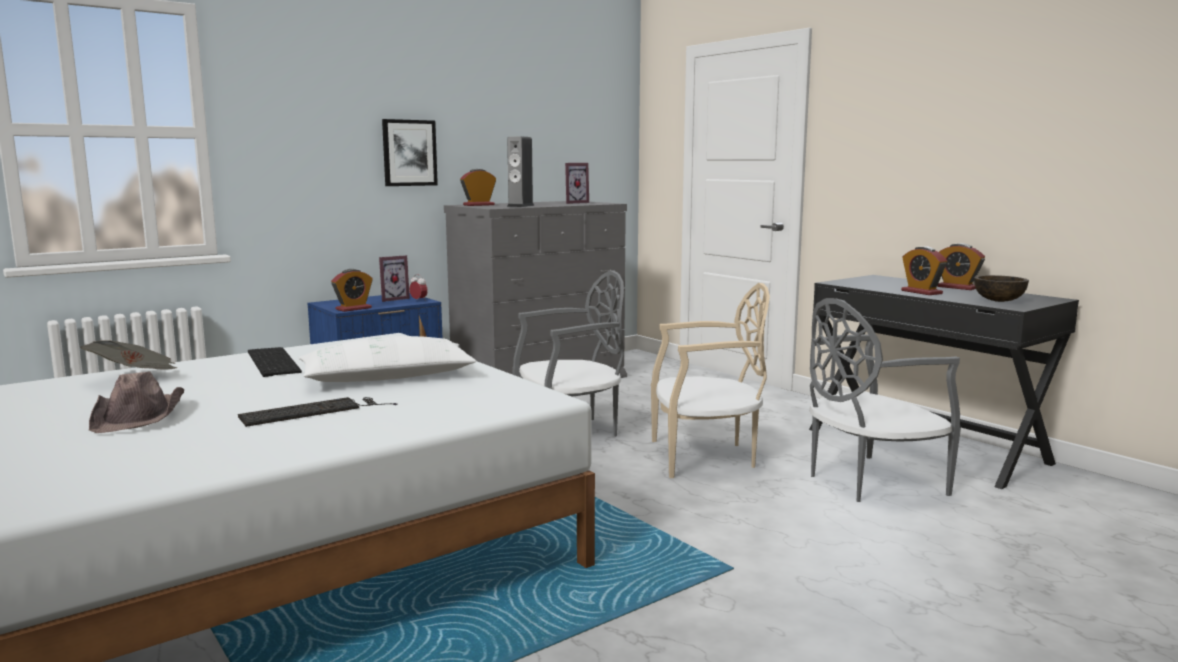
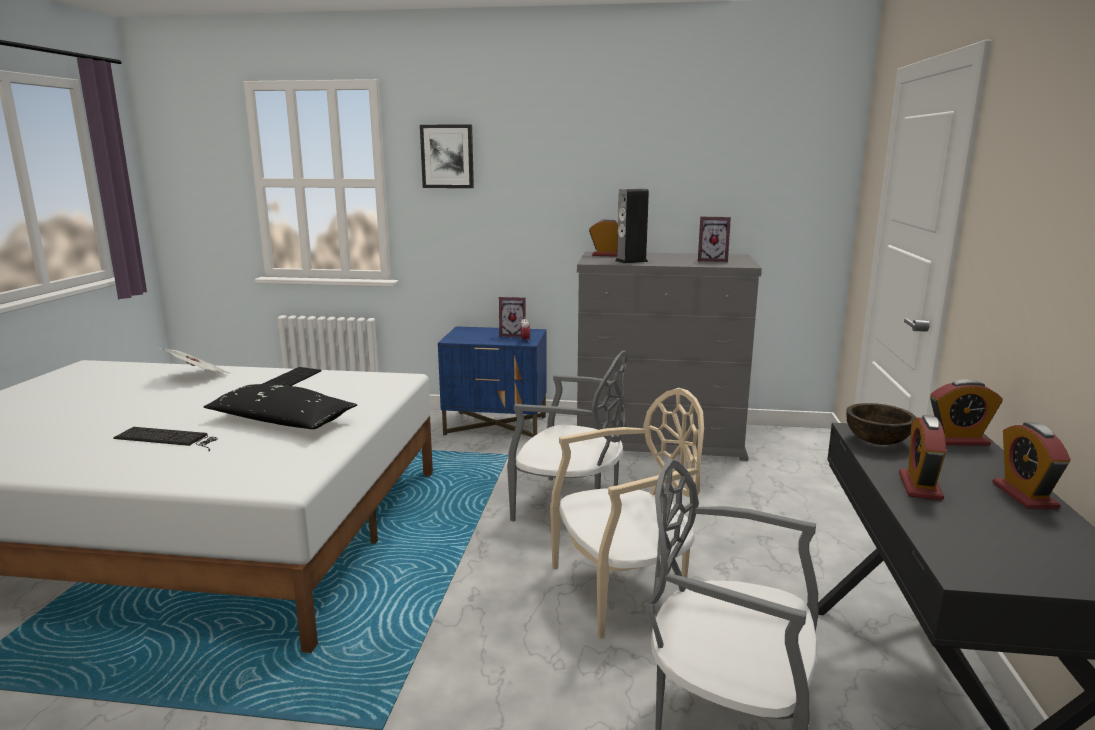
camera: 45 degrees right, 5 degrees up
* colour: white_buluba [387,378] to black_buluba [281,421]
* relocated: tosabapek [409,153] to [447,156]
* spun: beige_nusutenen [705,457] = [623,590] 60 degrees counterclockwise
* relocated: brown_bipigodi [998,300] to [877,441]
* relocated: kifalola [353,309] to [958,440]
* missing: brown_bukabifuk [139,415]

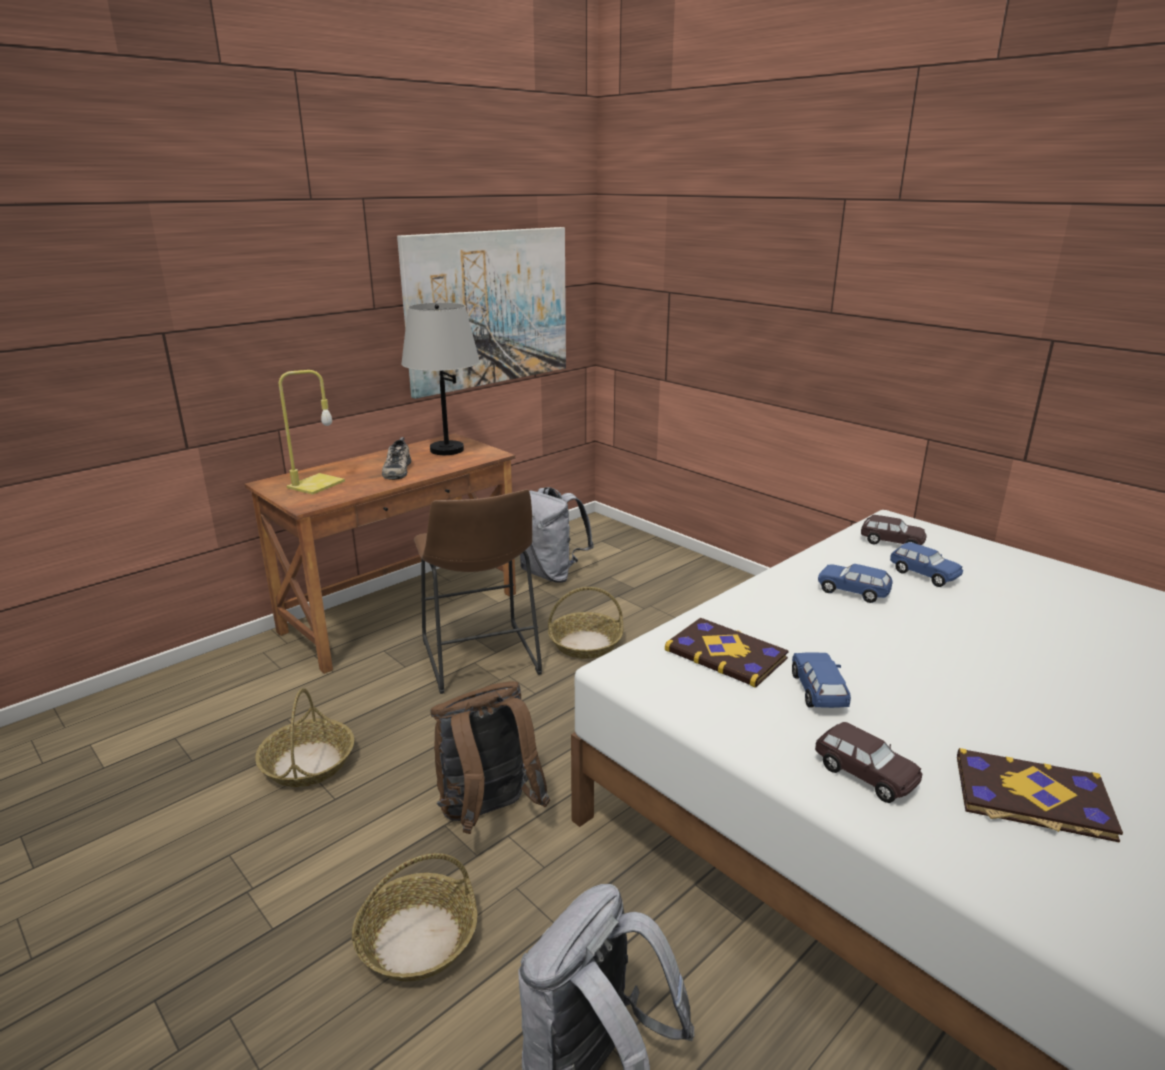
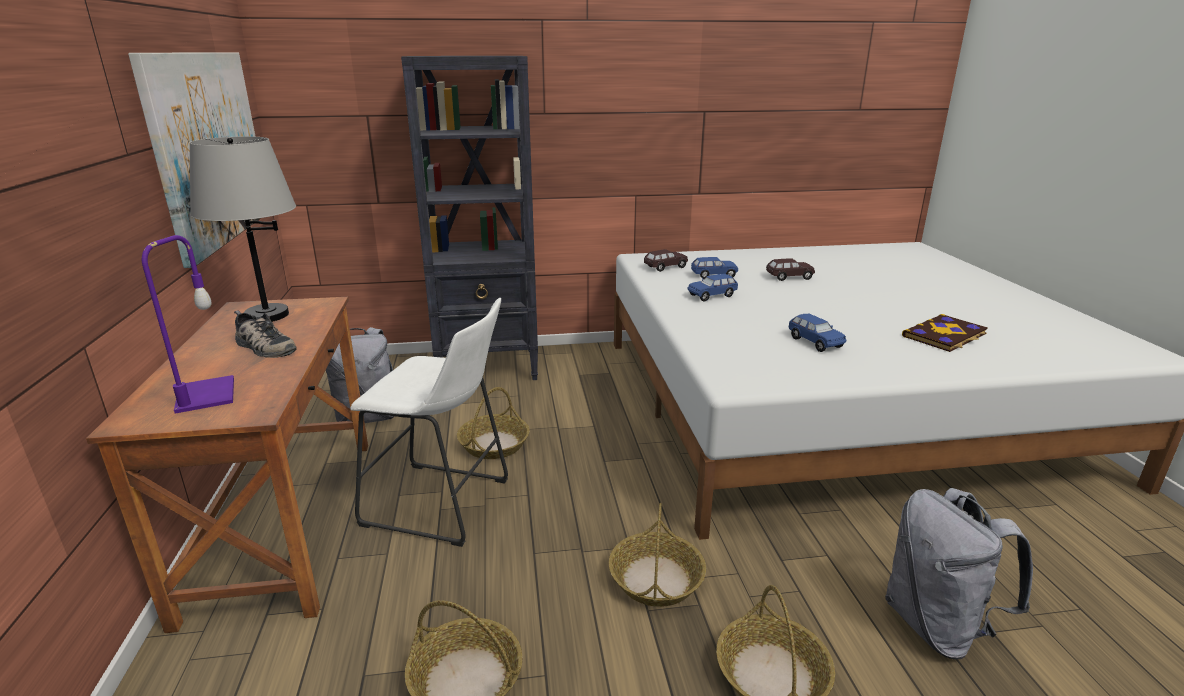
camera: 55 degrees left, 0 degrees up
* colour: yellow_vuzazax [315,485] to purple_vuzazax [206,395]
* colour: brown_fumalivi [481,661] to white_fumalivi [444,505]
* appeared: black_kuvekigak [489,367]
* exchanged: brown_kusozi [488,814] to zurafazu [656,580]
* relocated: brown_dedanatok [865,774] to [789,277]
* spun: blue_dedanatok [818,691] = [815,342] 150 degrees counterclockwise
* missing: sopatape [726,654]

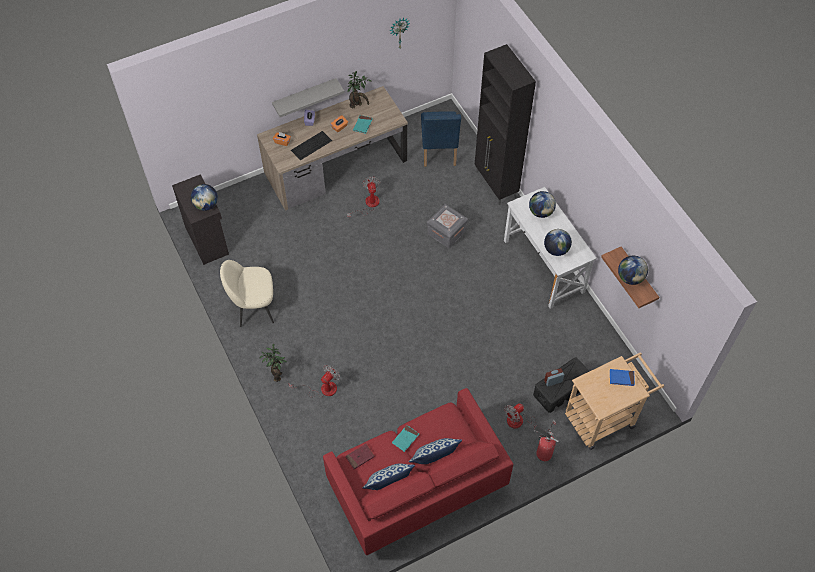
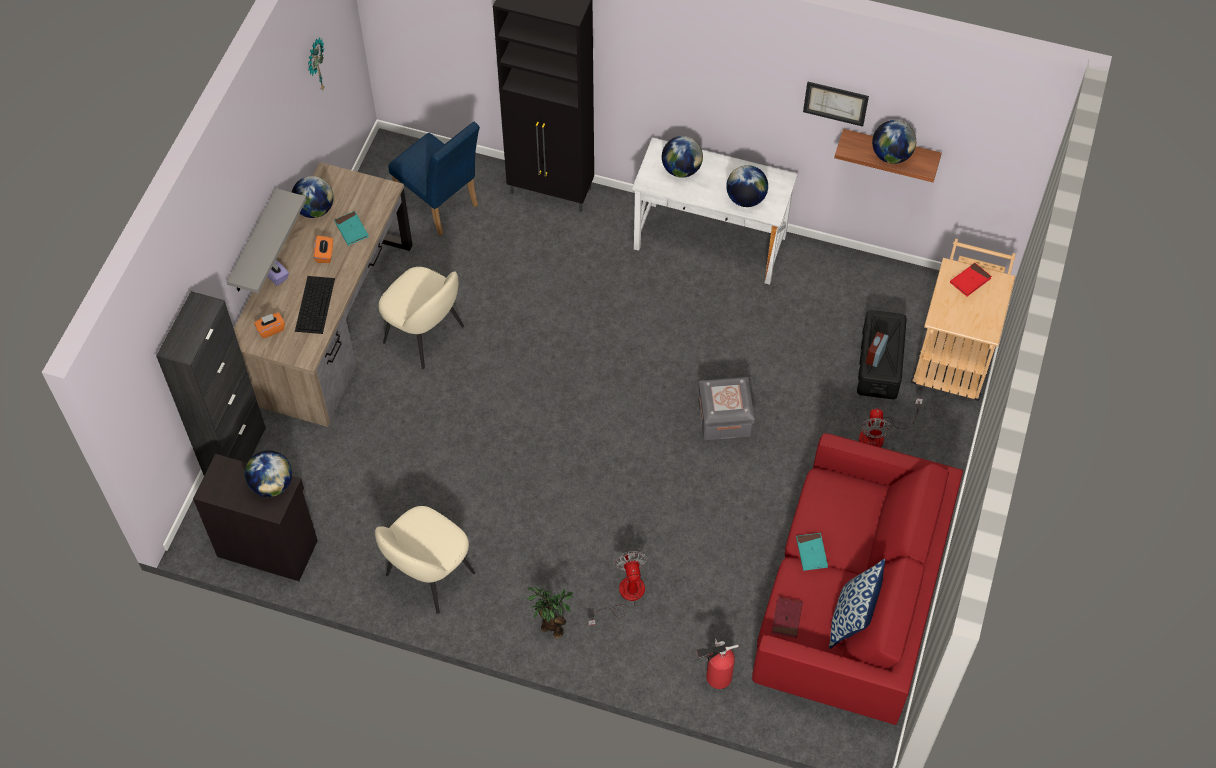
camera: 45 degrees left, 0 degrees up
* appeared: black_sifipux [236,454]
* exchanged: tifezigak [357,105] to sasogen [315,209]
* exchanged: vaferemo [368,205] to beige_nusutenen [425,335]
* relocated: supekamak [542,453] to [716,677]
* relocated: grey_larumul [446,232] to [724,418]
* appeared: tosabapek [835,103]
* colour: blue_sopatape [621,378] to red_sopatape [970,281]
* missing: buluba [434,459]

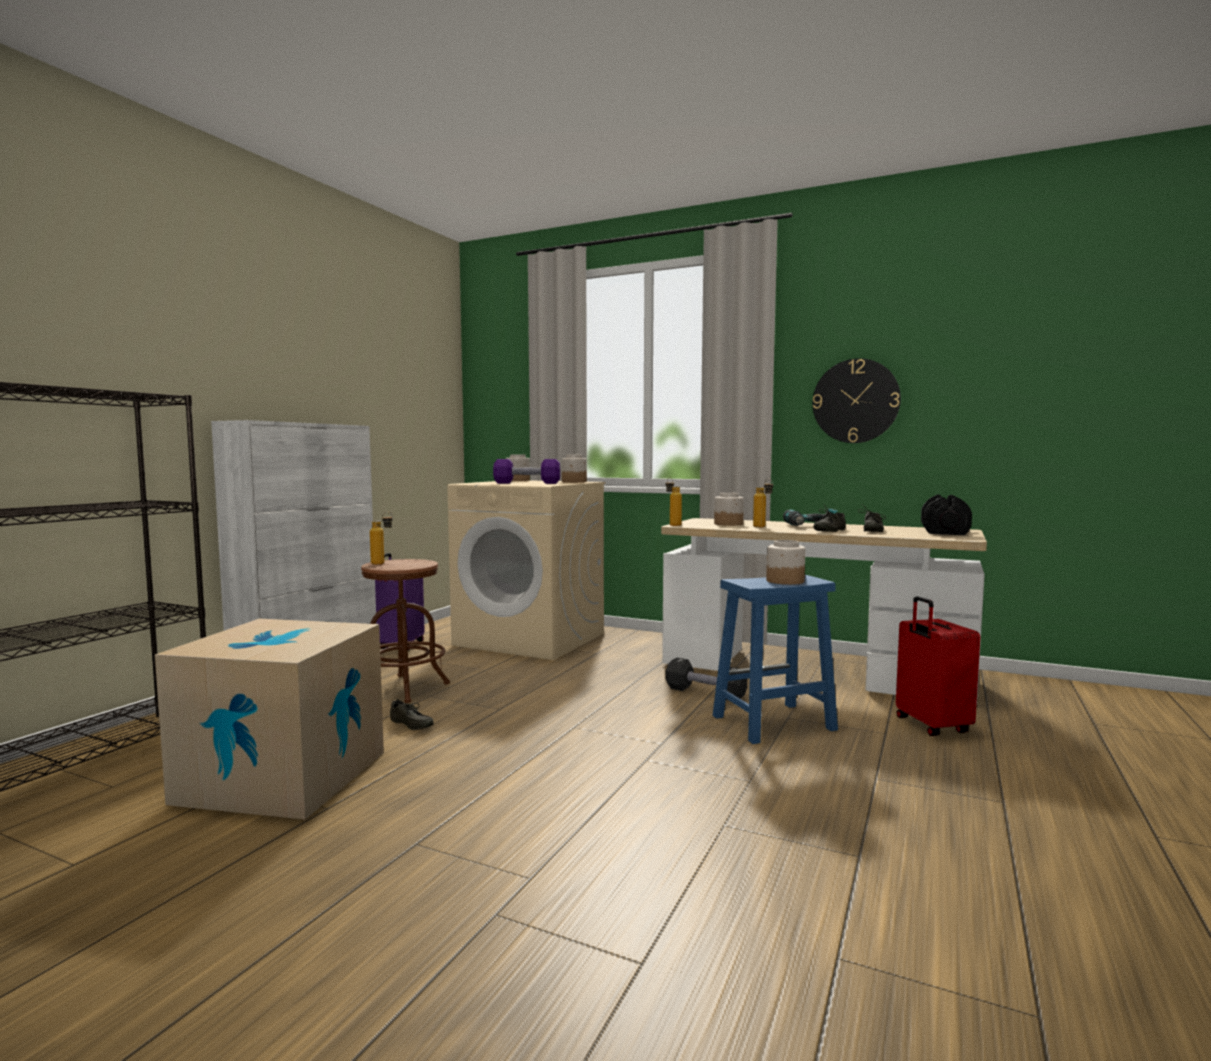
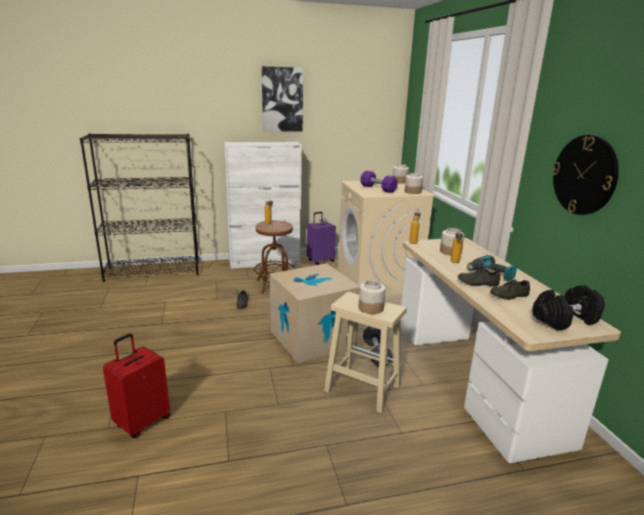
camera: 50 degrees right, 15 degrees up
* relocated: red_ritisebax [930,726] to [142,422]
* appeared: tosabapek [282,99]
* relocated: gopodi [283,776] to [312,338]
* colour: blue_fumalivi [772,723] to beige_fumalivi [361,388]

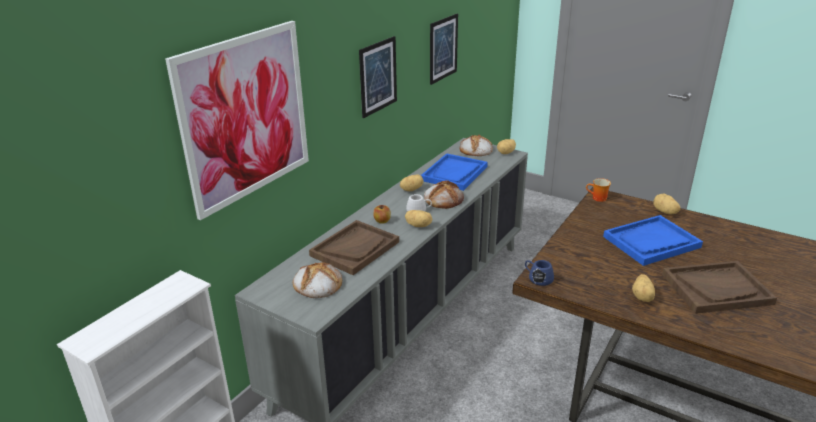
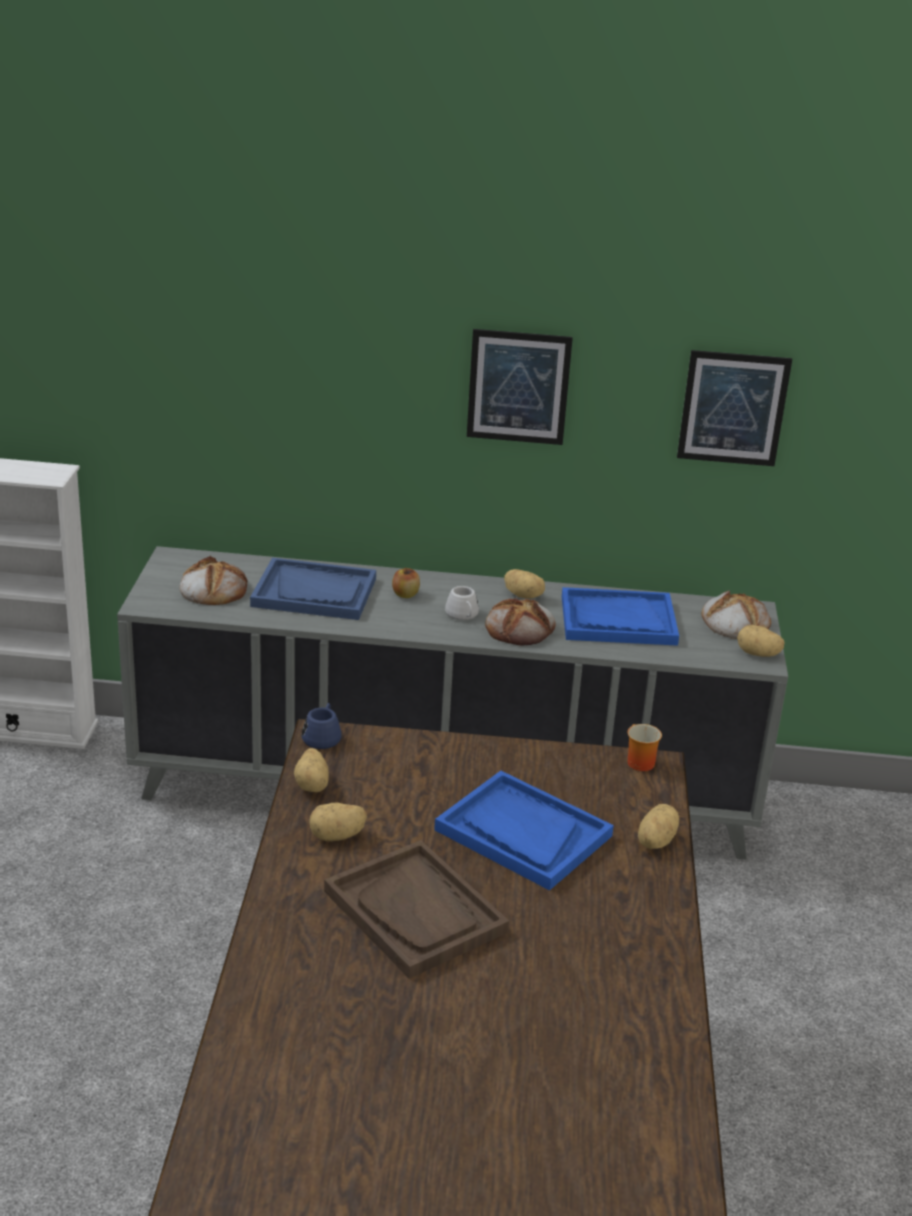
camera: 60 degrees right, 0 degrees up
* colour: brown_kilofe [355,249] to blue_kilofe [314,592]
* relocated: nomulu [419,225] to [313,785]
* missing: tosabapek [245,117]

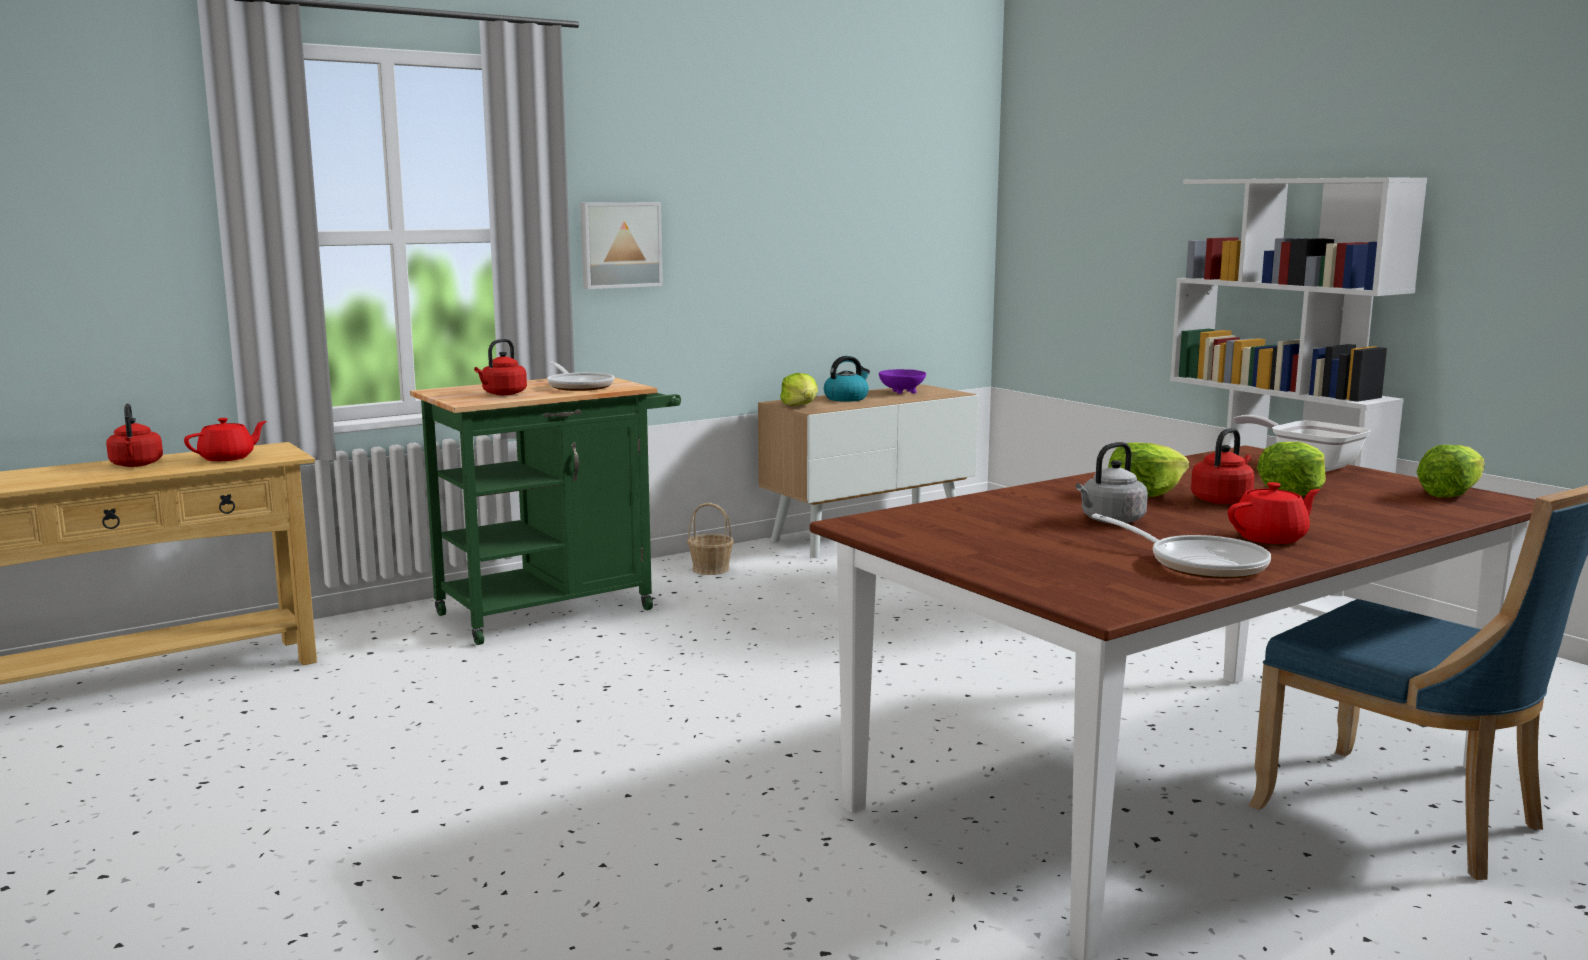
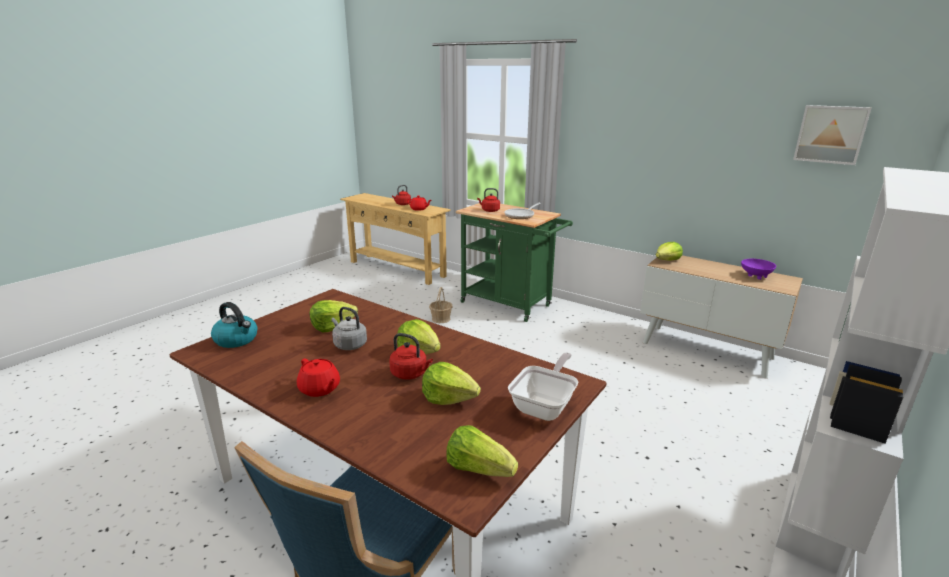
camera: 70 degrees right, 10 degrees up
* relocated: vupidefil [846,398] to [237,340]
* appeared: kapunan [332,326]
* relocated: zurafazu [710,569] to [441,319]
* relocated: tosabapek [620,245] to [830,134]
* missing: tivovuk [1199,564]

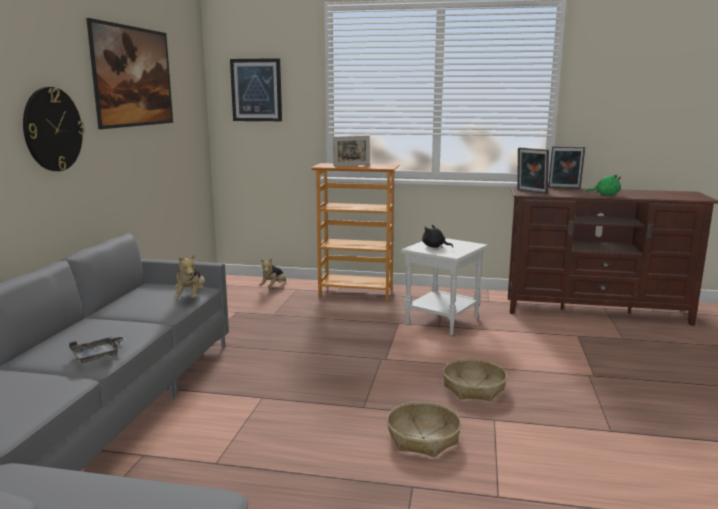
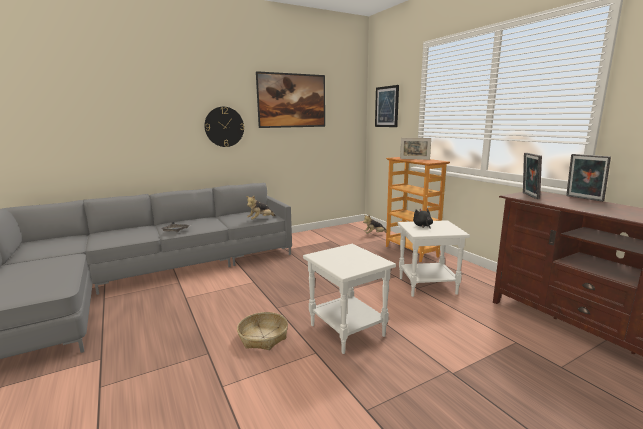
camera: 50 degrees right, 0 degrees up
* exchanged: zurafazu [474,388] to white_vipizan [348,330]
* missing: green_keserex [605,195]

